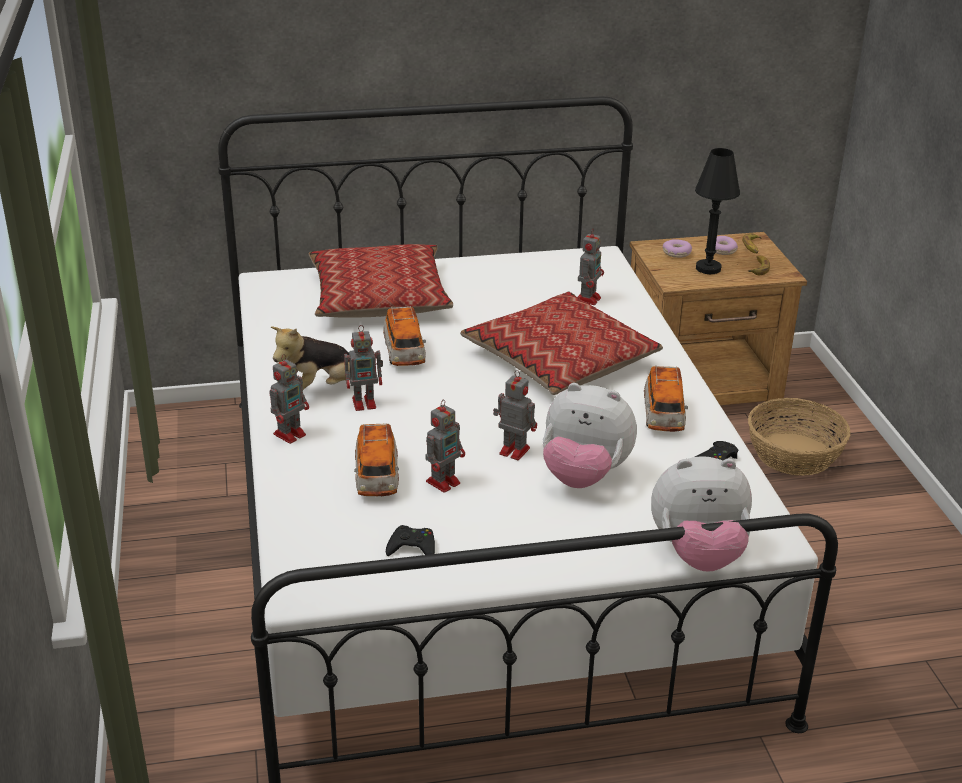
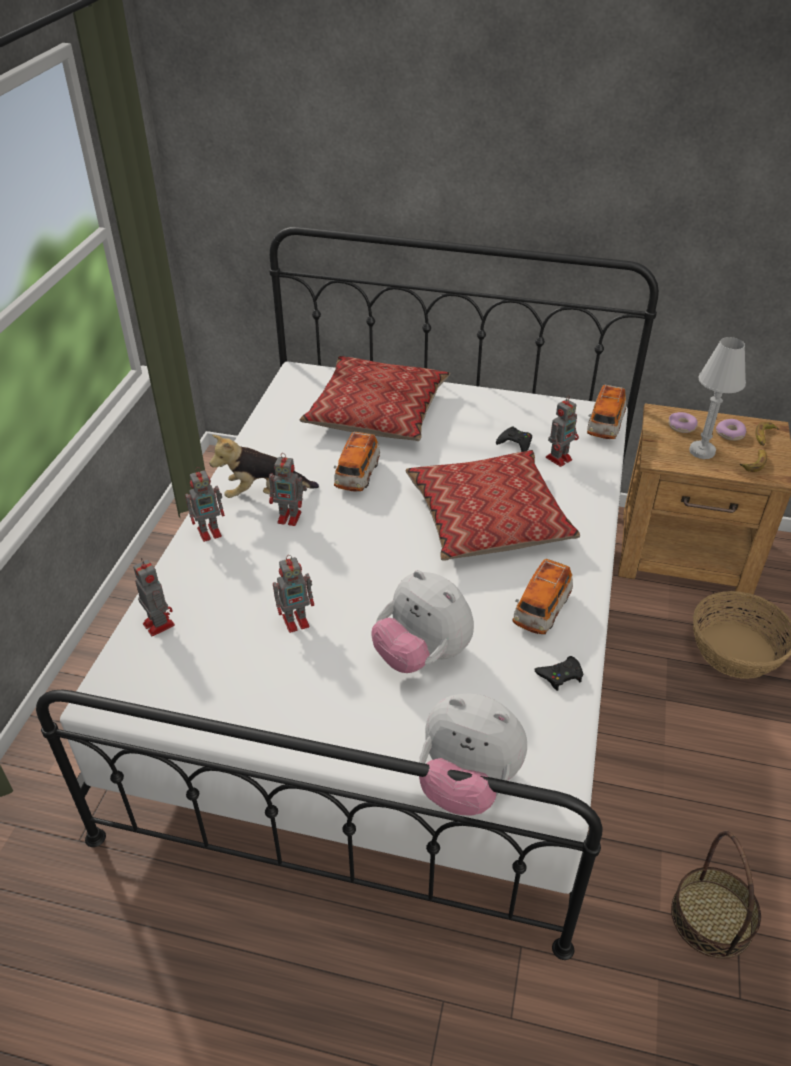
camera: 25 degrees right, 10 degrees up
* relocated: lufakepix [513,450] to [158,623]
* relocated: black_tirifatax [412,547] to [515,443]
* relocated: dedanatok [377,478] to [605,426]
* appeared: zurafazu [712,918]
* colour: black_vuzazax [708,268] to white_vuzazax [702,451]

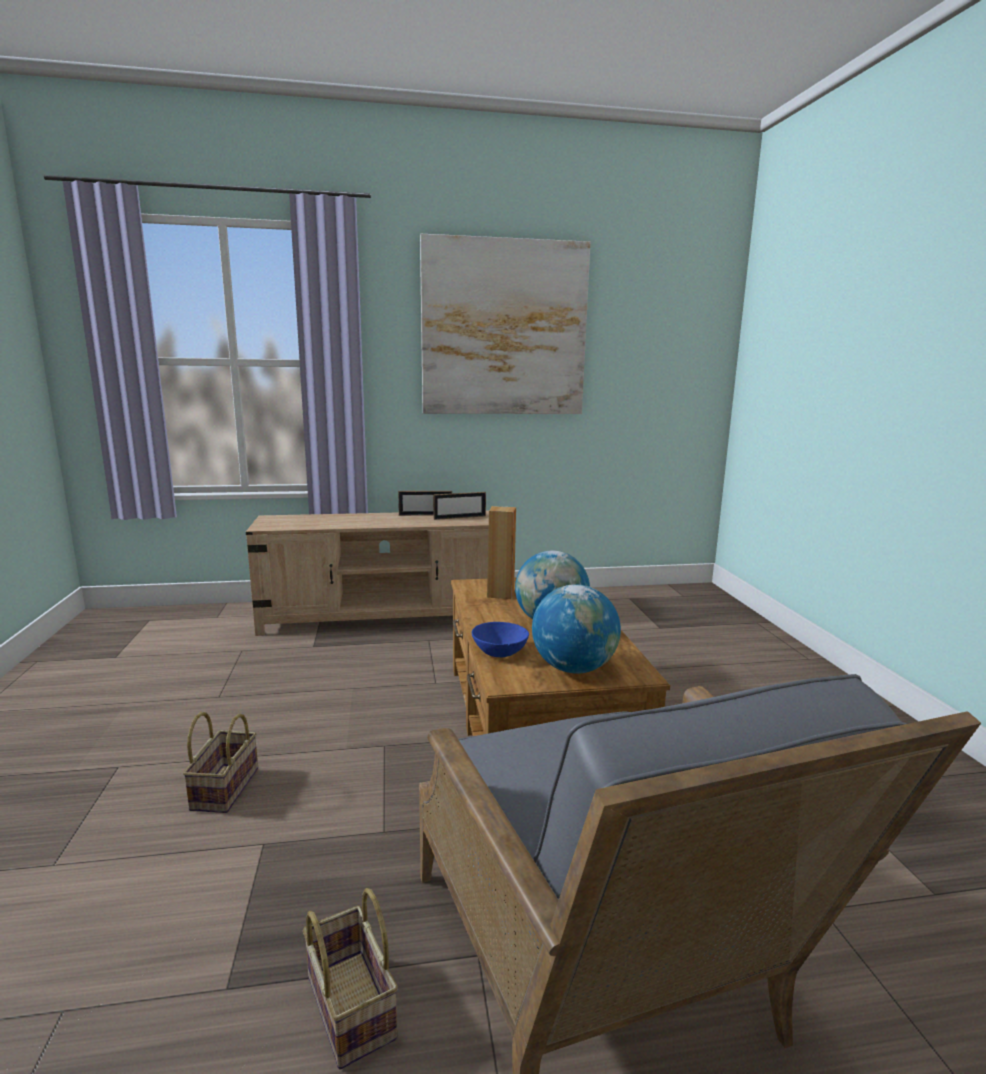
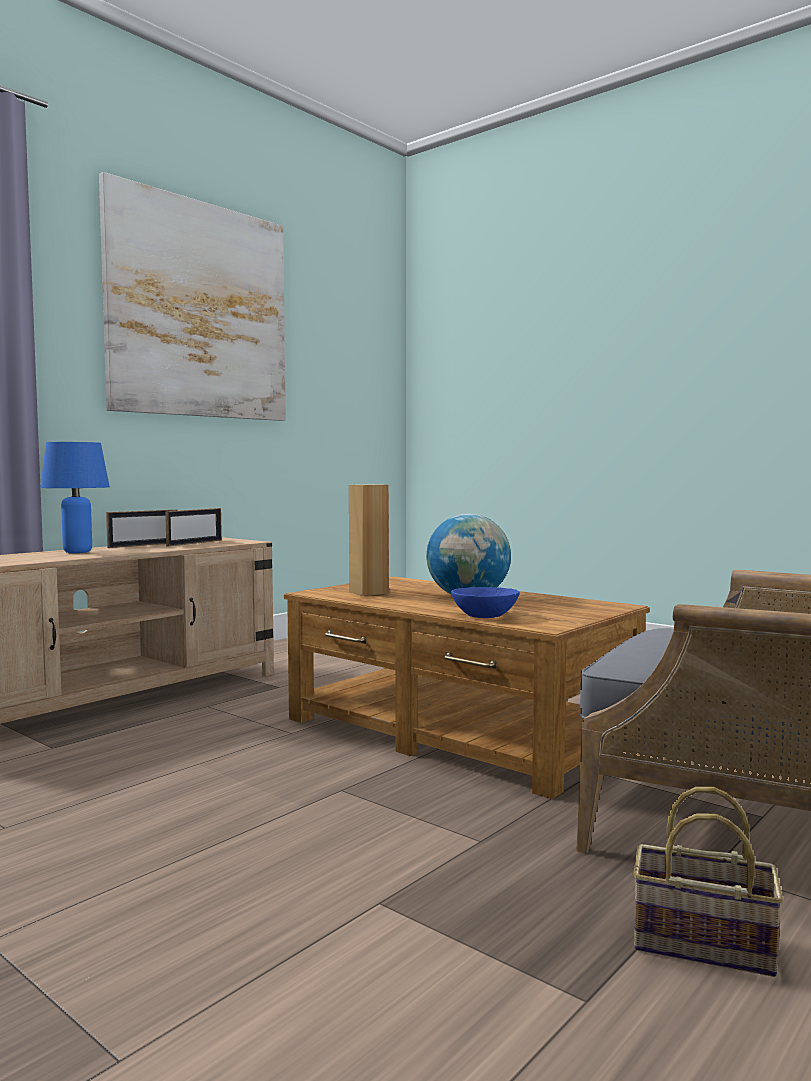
camera: 40 degrees left, 10 degrees down
* appeared: blue_vuzazax [77,552]
* missing: zurafazu [224,787]
* missing: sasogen [573,668]

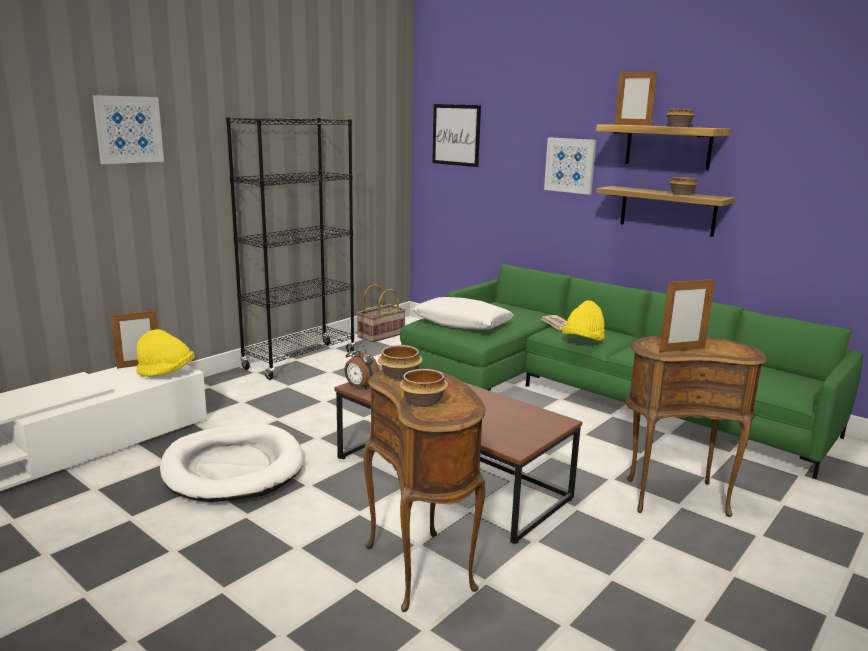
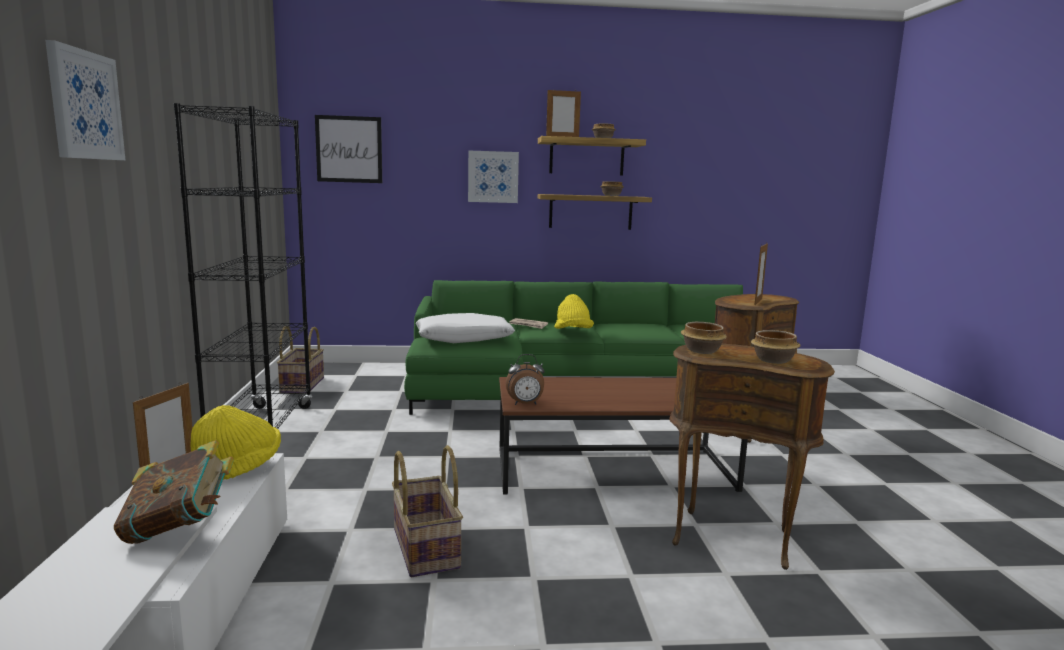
camera: 45 degrees left, 5 degrees down
* appeared: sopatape [180,529]
* exchanged: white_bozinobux [233,468] to zurafazu [424,548]

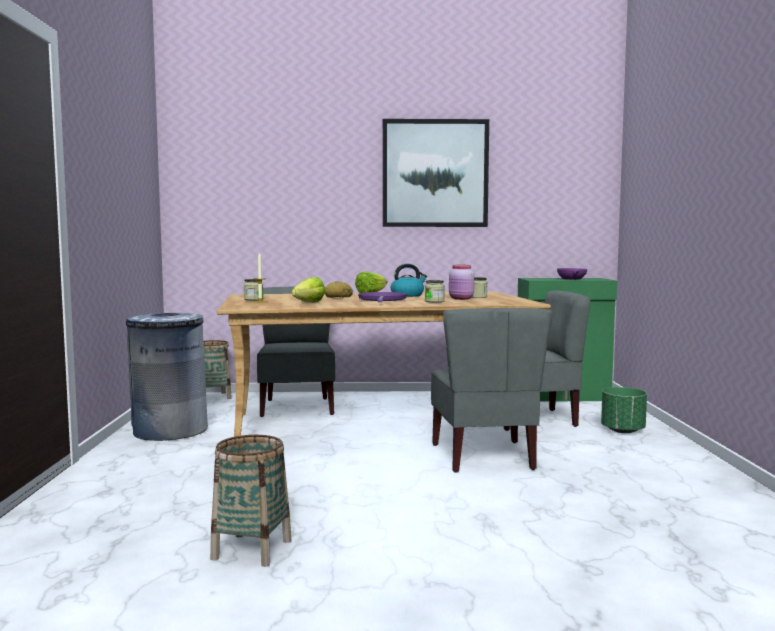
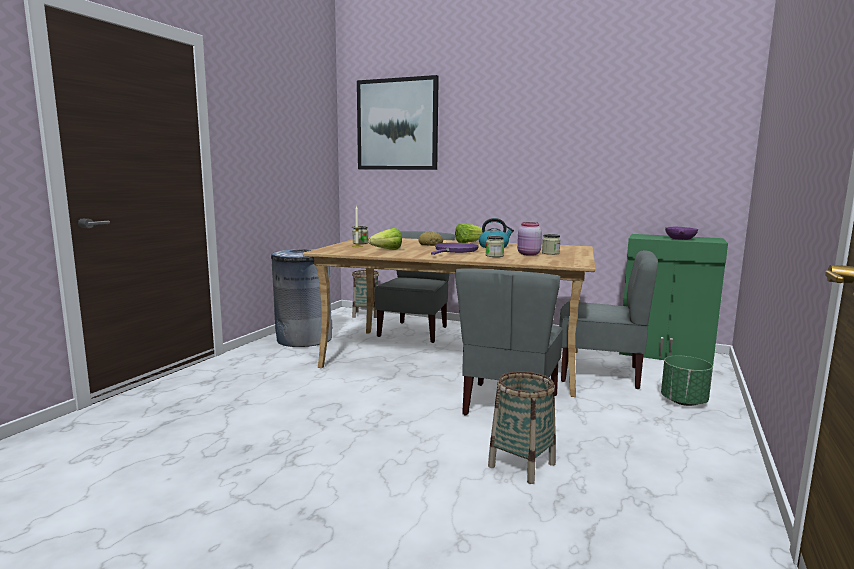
camera: 25 degrees right, 5 degrees up
* relocated: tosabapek [435,173] to [397,124]
* relocated: zurafazu [252,549] to [522,465]

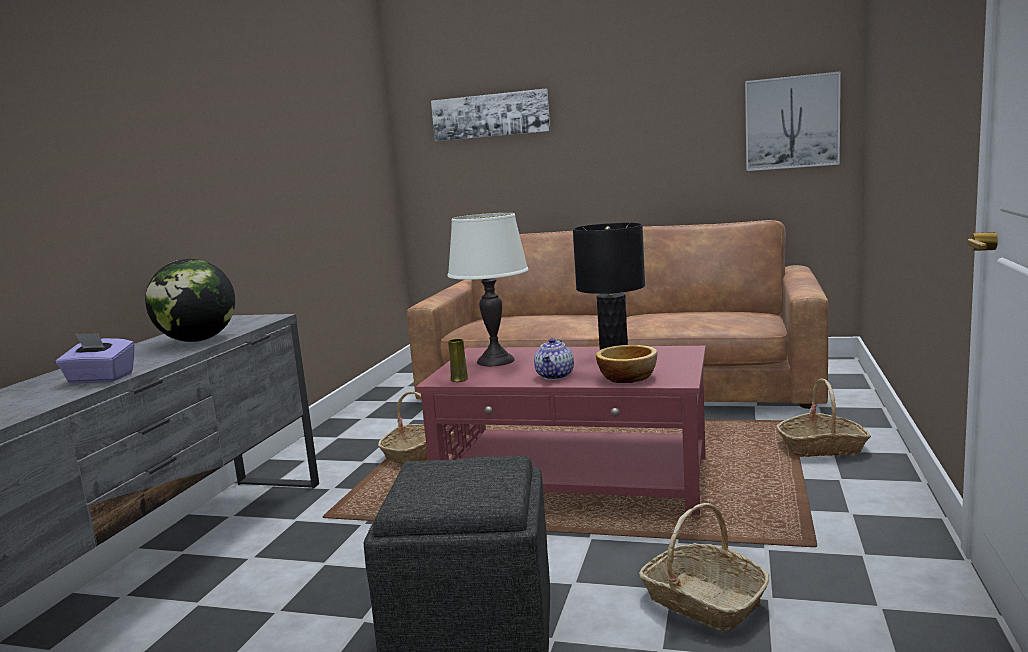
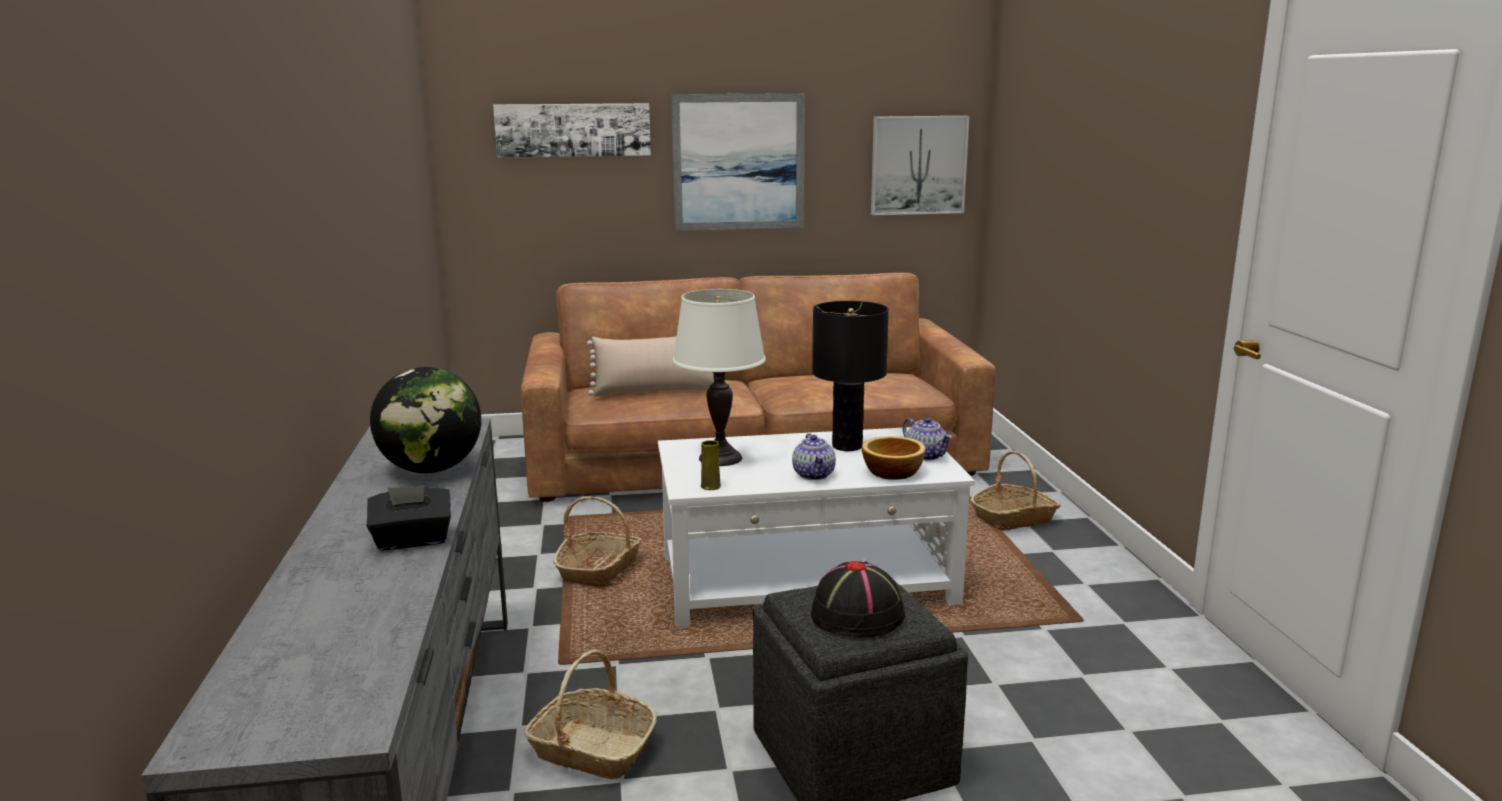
camera: 25 degrees left, 5 degrees up
* colour: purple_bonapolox [100,379] to black_bonapolox [412,540]
* relocated: zurafazu [703,601] to [592,750]
* appeared: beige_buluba [658,391]
* colour: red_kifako [575,479] to white_kifako [807,580]
* appeared: tosabapek [738,162]
* appeared: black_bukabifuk [858,615]
* appeared: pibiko [926,455]

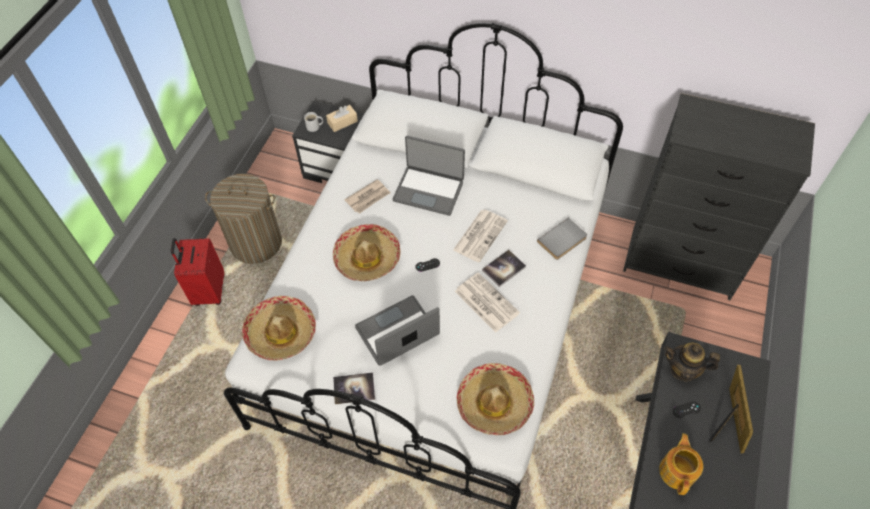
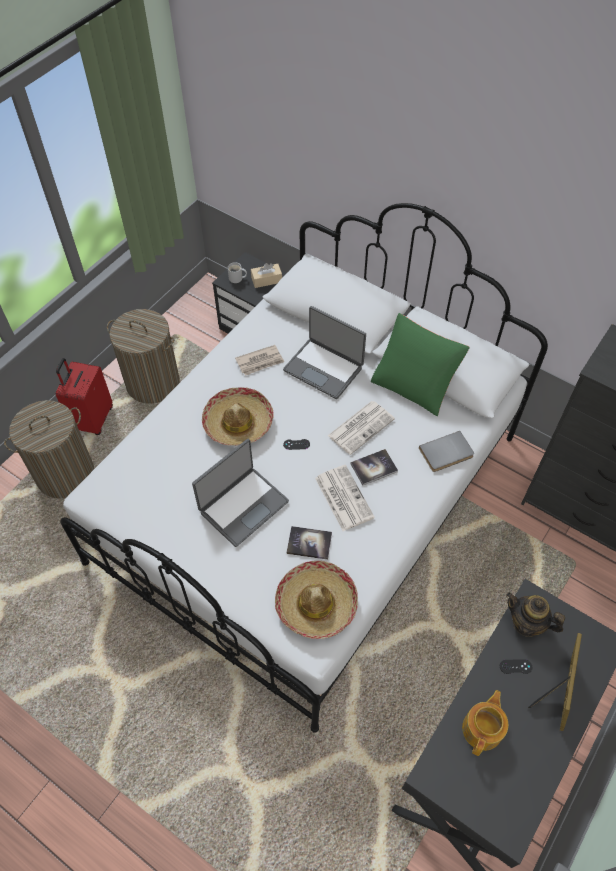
camera: 15 degrees right, 0 degrees up
* appeared: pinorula [65,473]
* spun: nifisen [398,333] = [243,506] 150 degrees clockwise
* relocated: sopatape [354,388] to [309,543]
* appeared: green_buluba [414,384]
* missing: bukabifuk [281,333]

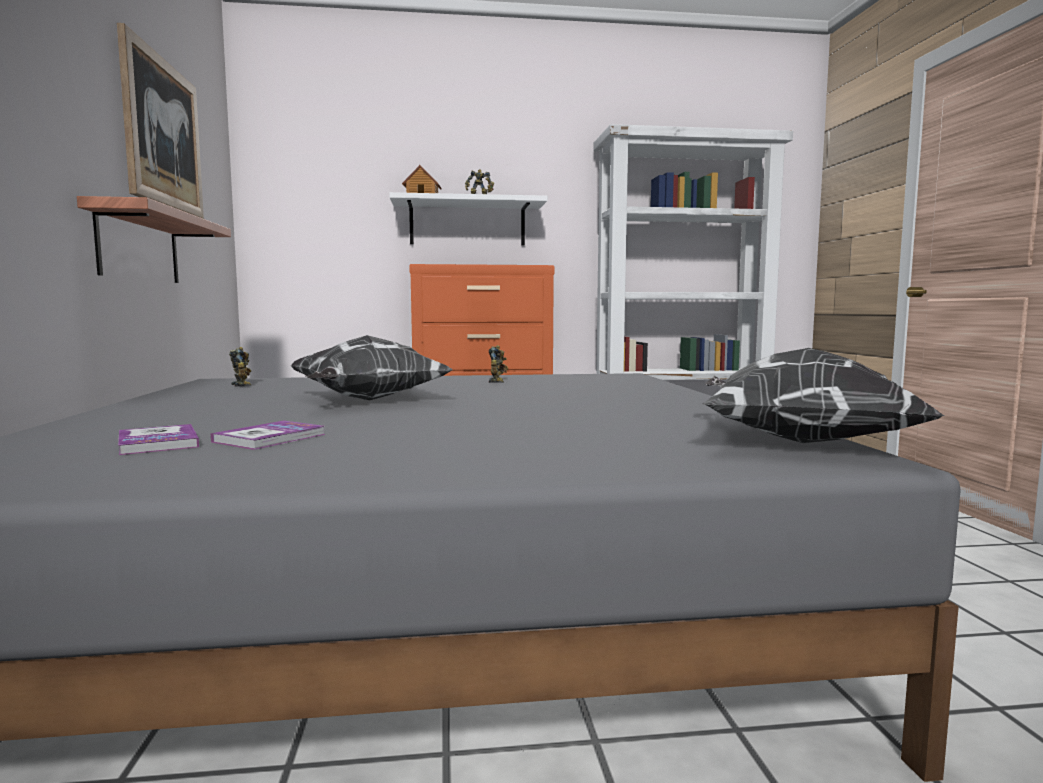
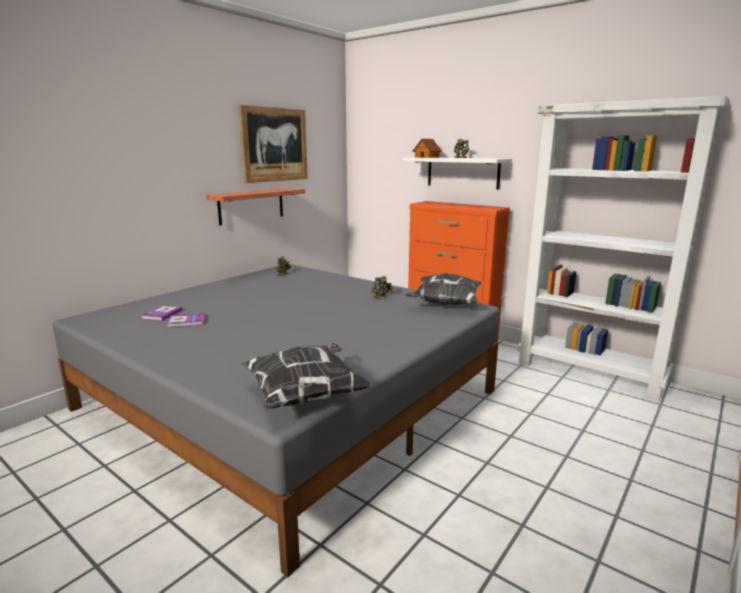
camera: 45 degrees right, 10 degrees up
* relocated: buluba [367,400] to [444,304]

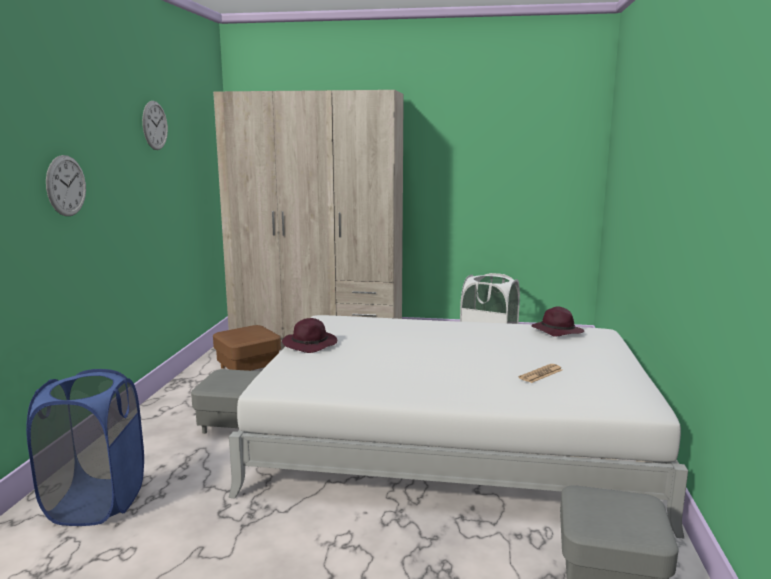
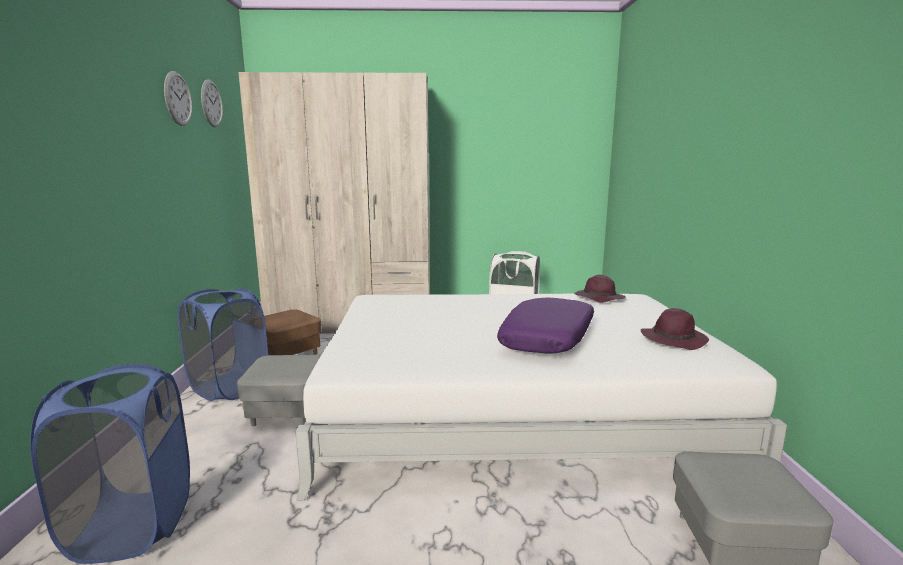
camera: 10 degrees left, 0 degrees up
* appeared: blue_pinorula [229,387]
* relocated: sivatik [66,185] to [211,103]
* appeared: purple_buluba [548,338]
* relocated: purple_bukabifuk [311,344] to [674,339]
* missing: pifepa [541,374]

